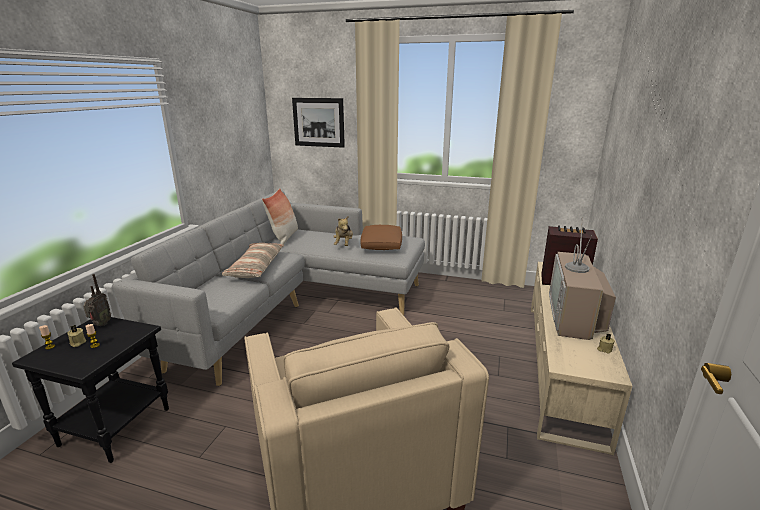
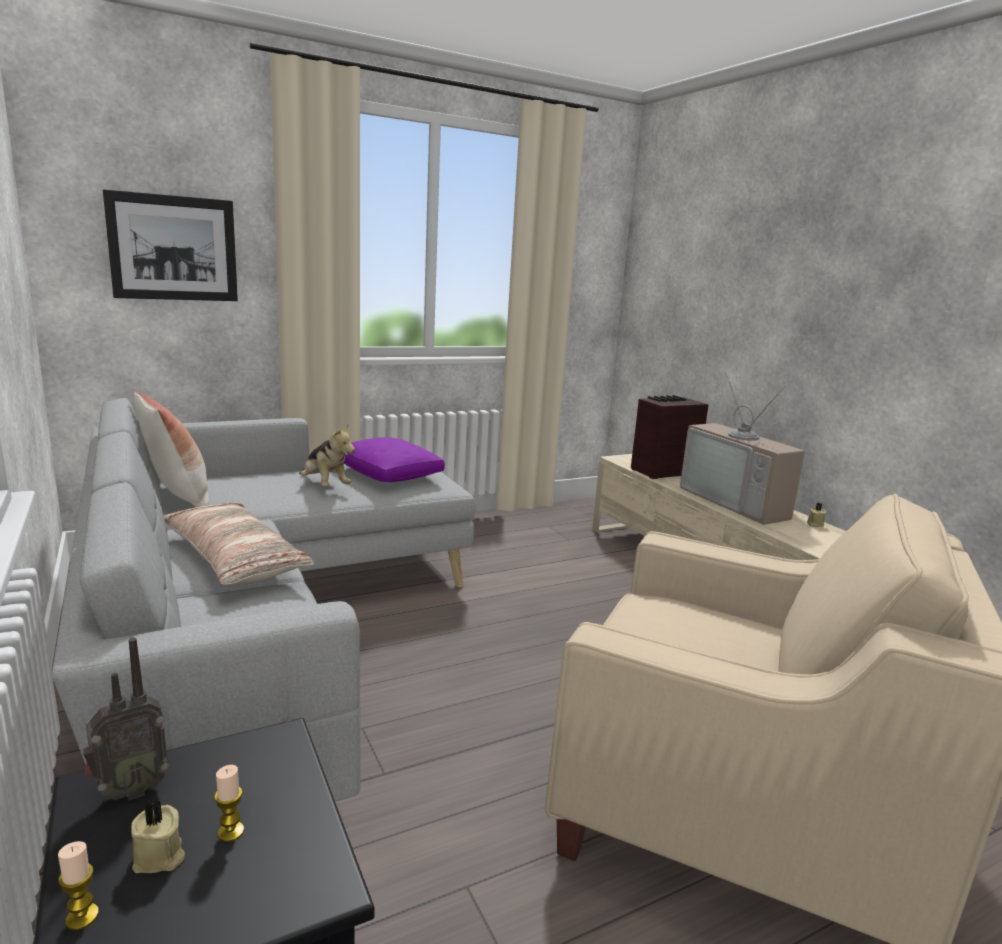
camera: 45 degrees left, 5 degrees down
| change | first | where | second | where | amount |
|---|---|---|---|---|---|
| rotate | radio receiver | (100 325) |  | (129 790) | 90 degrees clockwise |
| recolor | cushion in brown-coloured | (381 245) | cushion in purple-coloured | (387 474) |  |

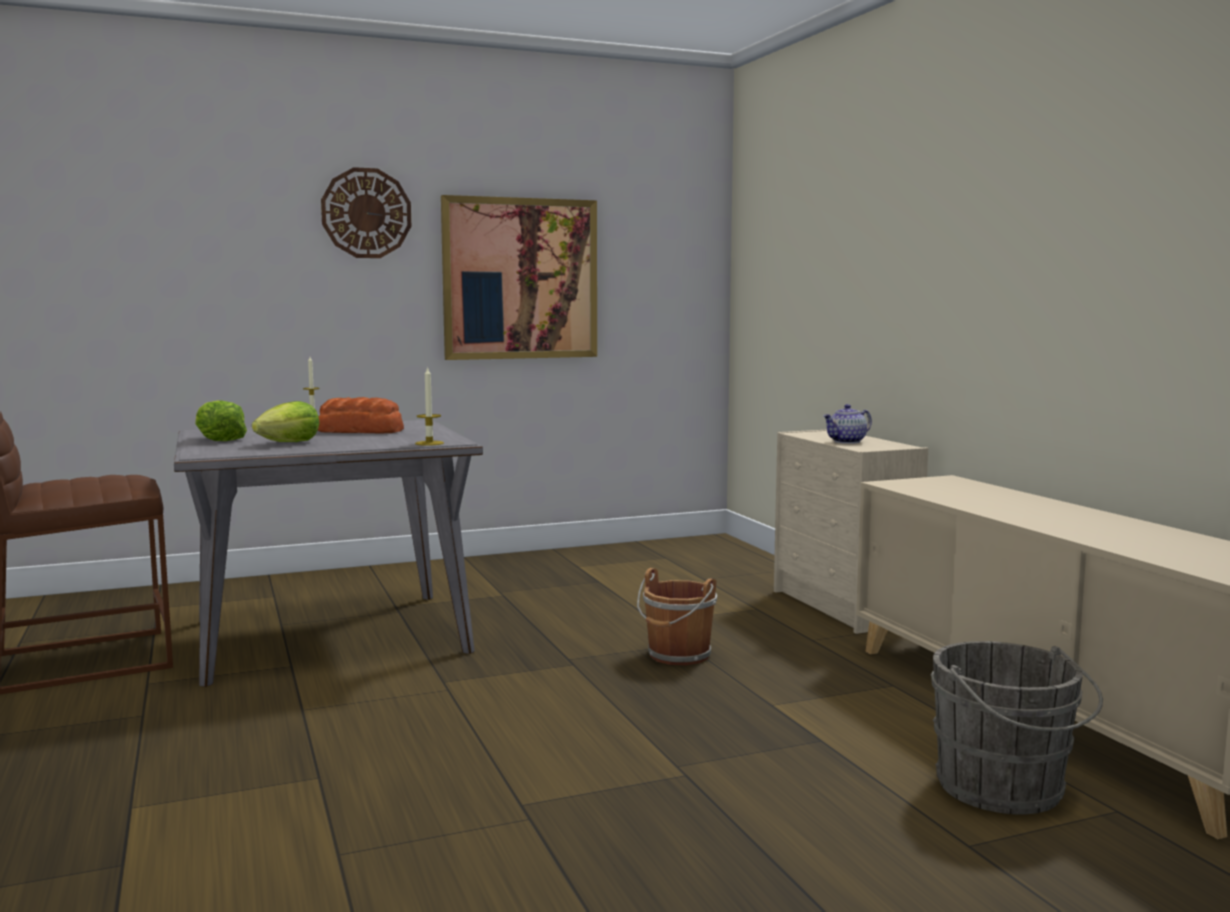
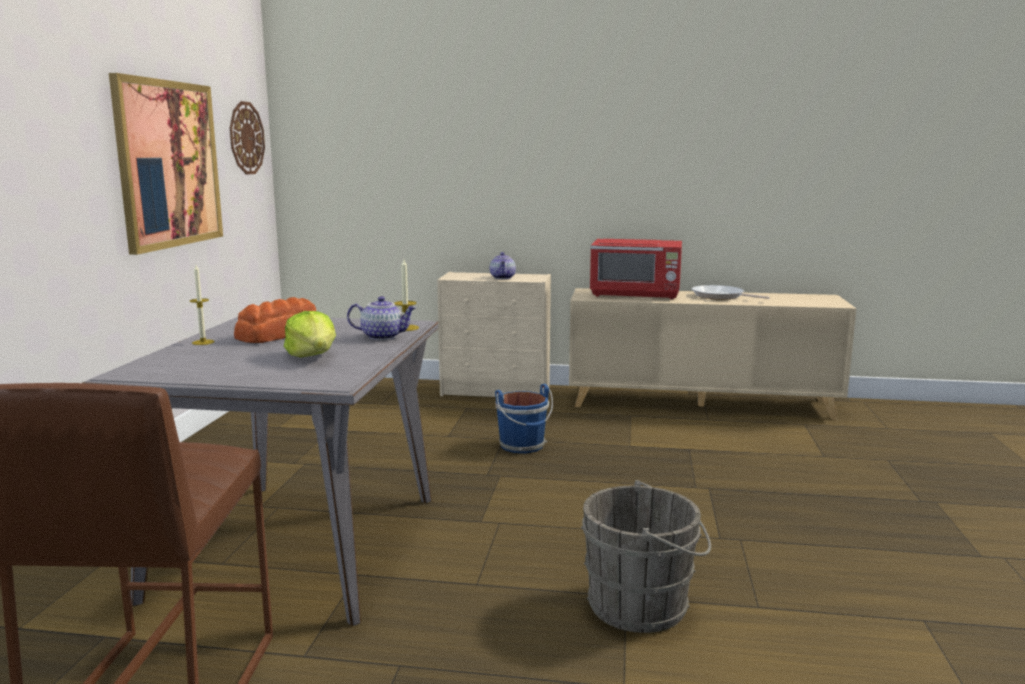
camera: 60 degrees left, 5 degrees up
| change | first | where | second | where | amount |
|---|---|---|---|---|---|
| delete | lettuce | (219 439) |  |  |  |
| move | clock on the wall | (366 213) |  | (246 138) |  |
| recolor | water bucket in brown-coloured | (678 656) | water bucket in bluish | (523 446) |  |
| move | water bucket in greyish | (1005 790) |  | (644 606) |  |
| insert |  |  | teapot | (383 337) |  |
| insert |  |  | microwave oven in red | (636 294) |  |
| insert |  |  | pan | (720 296) |  |

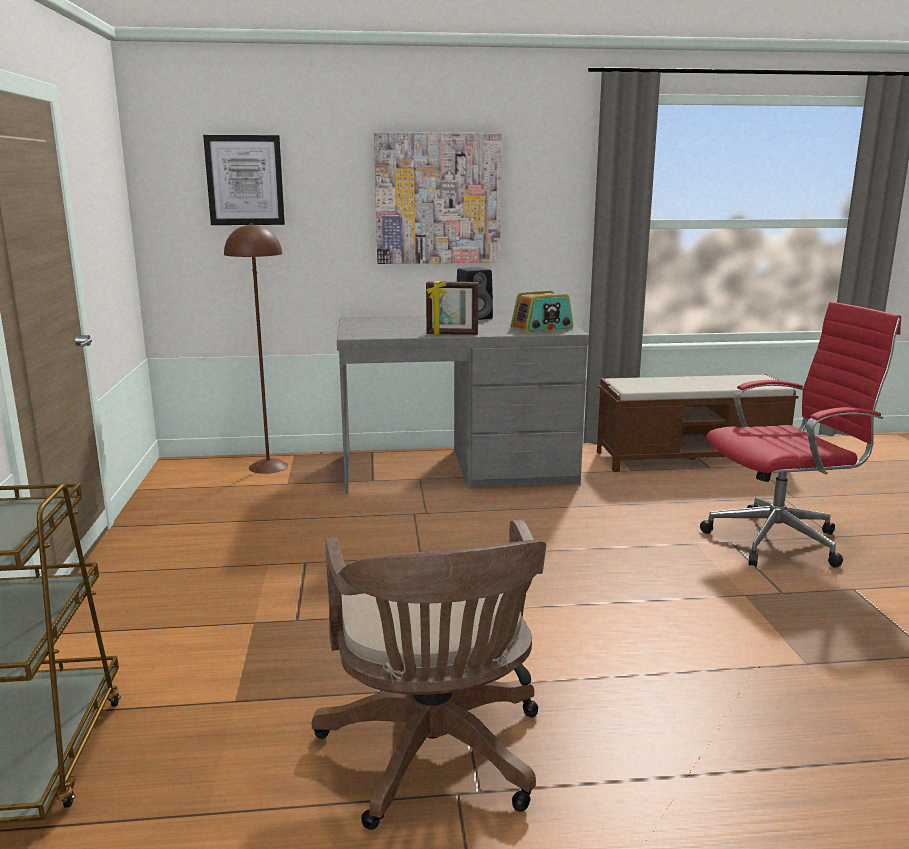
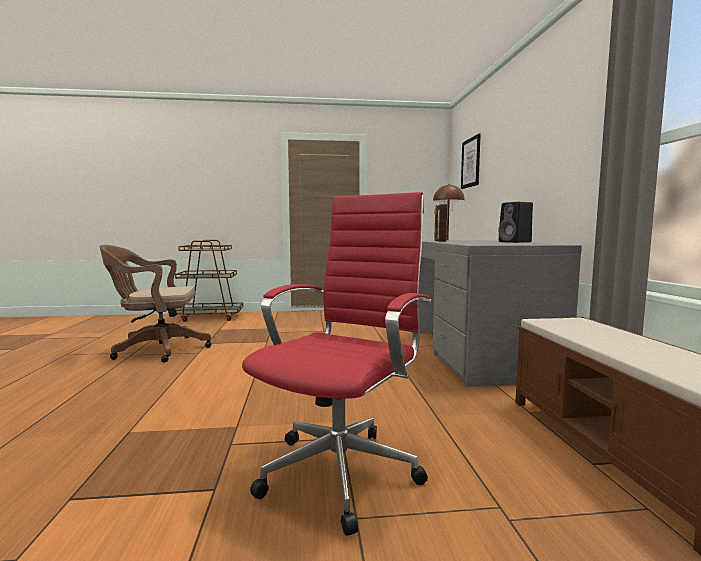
camera: 90 degrees right, 10 degrees down
| change | first | where | second | where | amount |
|---|---|---|---|---|---|
| delete | wall picture | (438 199) |  |  |  |
| delete | radio receiver | (542 328) |  |  |  |
| rotate | office chair in red | (780 540) |  | (343 469) | 135 degrees counterclockwise |

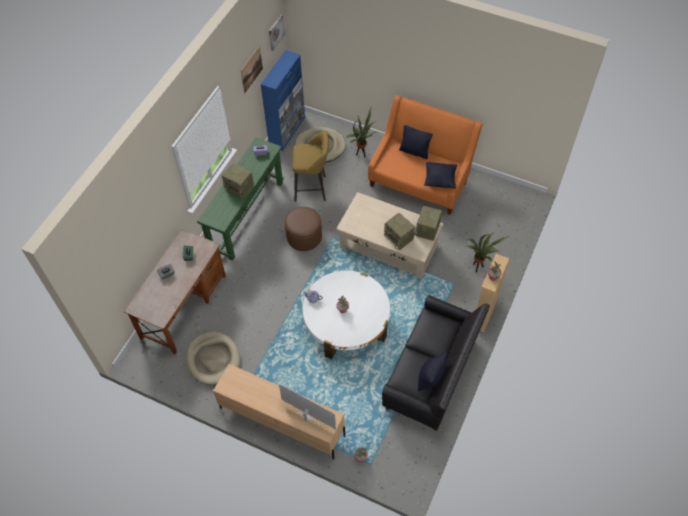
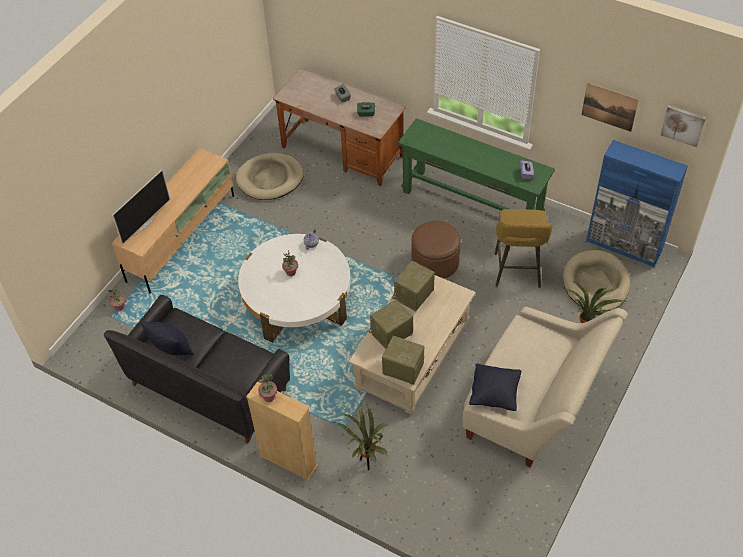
camera: 95 degrees right, 5 degrees down
| change | first | where | second | where | amount |
|---|---|---|---|---|---|
| move | radio receiver | (240 187) |  | (414 296) |  |
| recolor | sofa in orangey | (420 180) | sofa in sand-coloured | (535 405) |  |
| delete | cushion in black | (414 151) |  |  |  |

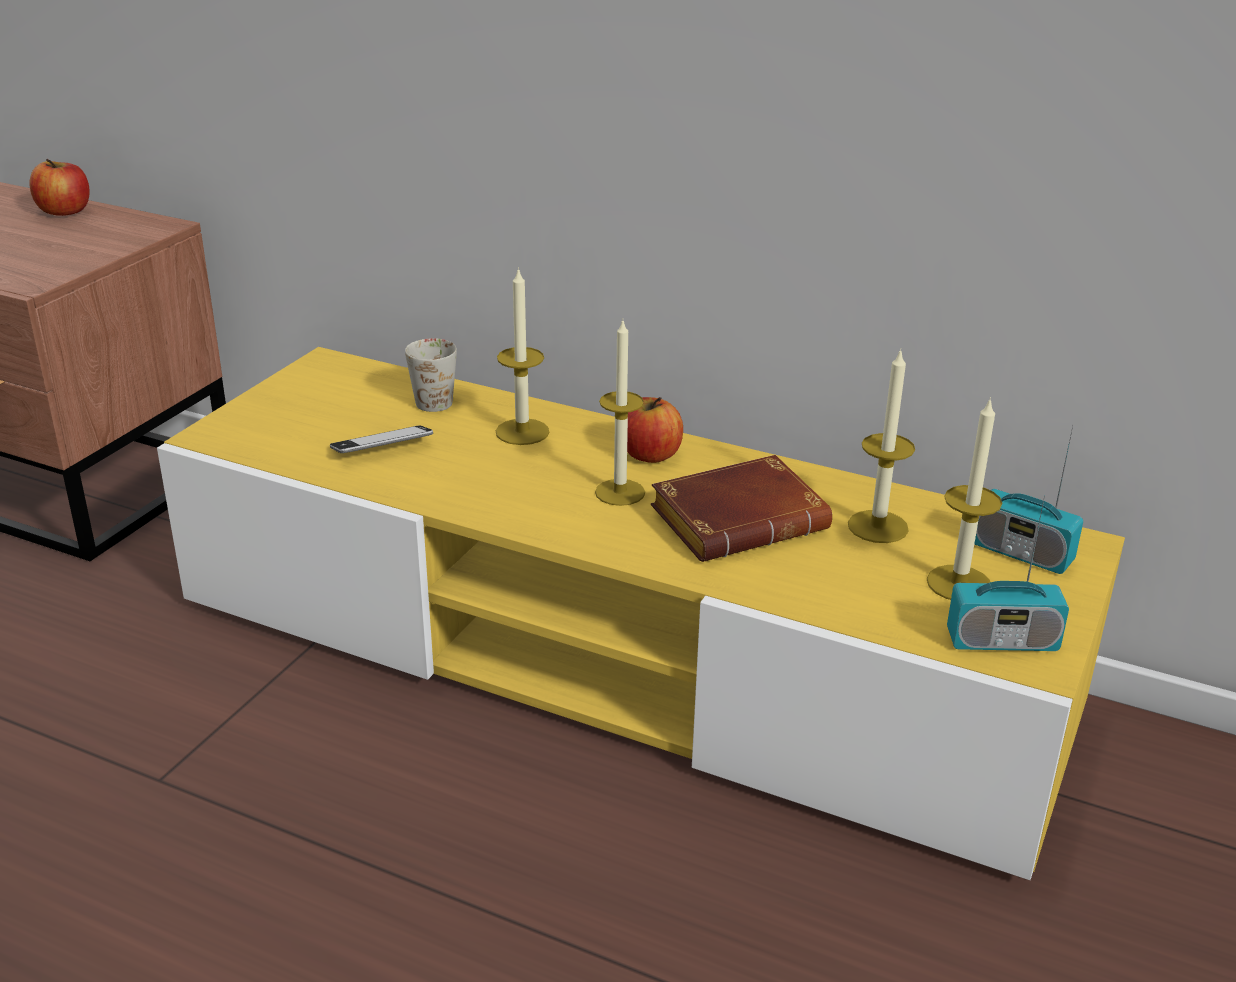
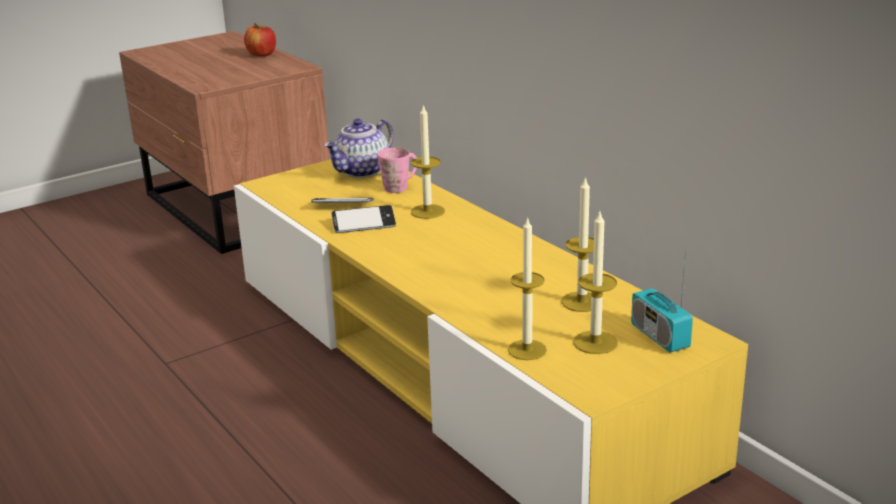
camera: 30 degrees right, 5 degrees down
| change | first | where | second | where | amount |
|---|---|---|---|---|---|
| recolor | tea mug in white | (438 398) | tea mug in pink | (401 186) |  |
| move | candle | (620 492) |  | (527 350) |  |
| delete | apple fruit | (650 454) |  |  |  |
| delete | bound book in brown-coloured | (740 519) |  |  |  |
| delete | radio receiver | (1002 641) |  |  |  |
| insert |  |  | teapot | (362 171) |  |
| insert |  |  | handset | (363 224) |  |

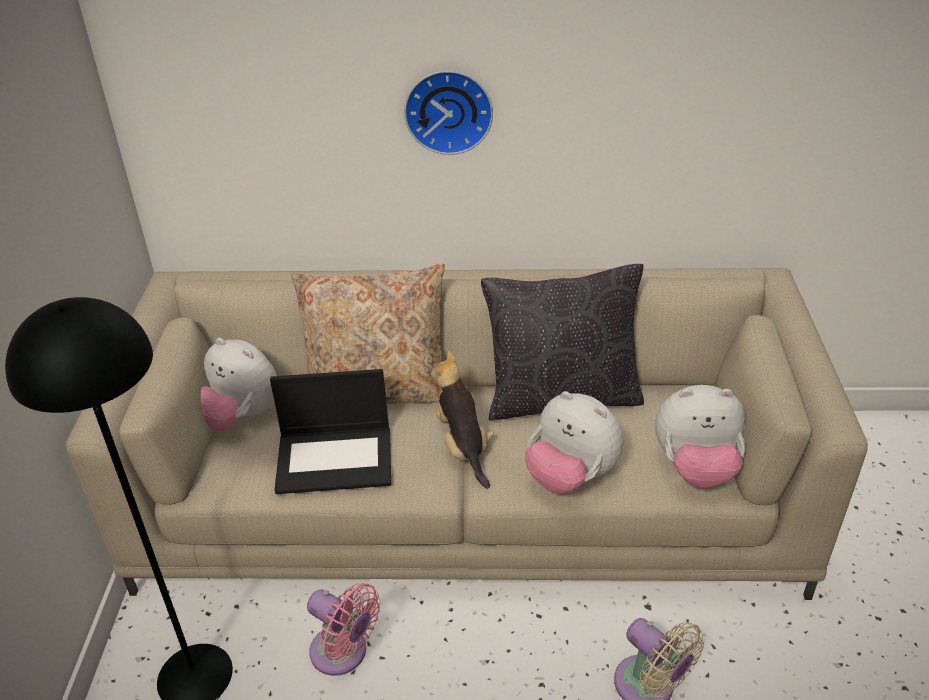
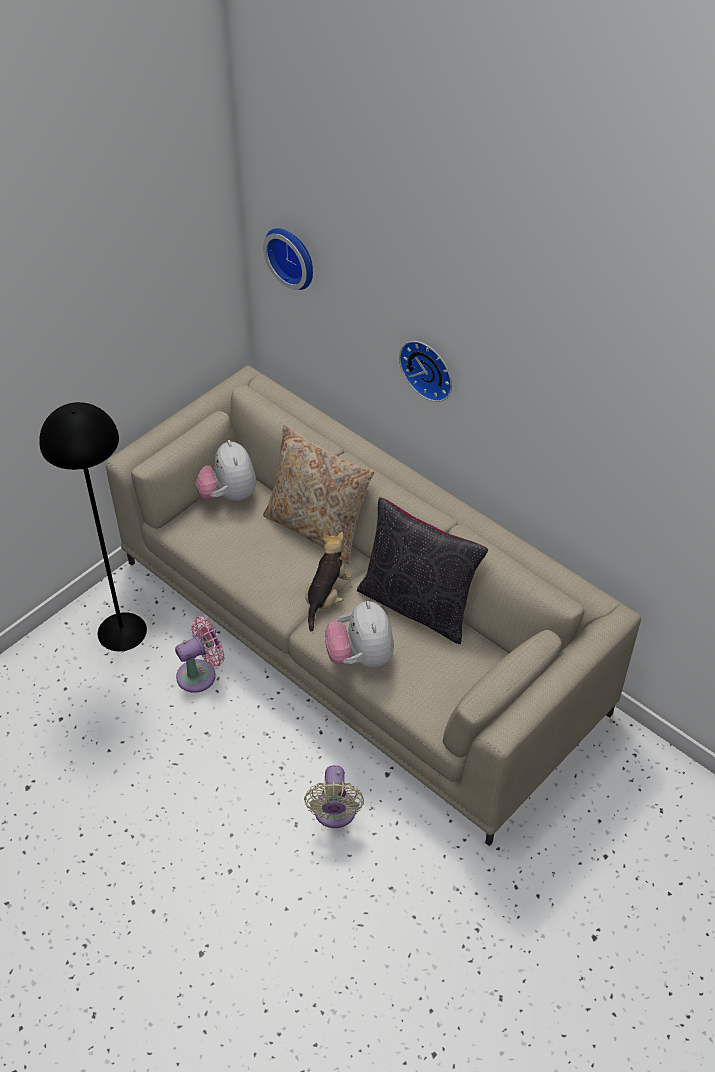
camera: 40 degrees right, 10 degrees up
| change | first | where | second | where | amount |
|---|---|---|---|---|---|
| delete | portable computer | (336 459) |  |  |  |
| rotate | cooling fan in pink | (343 654) |  | (200 674) | 105 degrees counterclockwise |
| delete | plush toy | (696 468) |  |  |  |
| insert |  |  | clock on the wall | (292 256) |  |

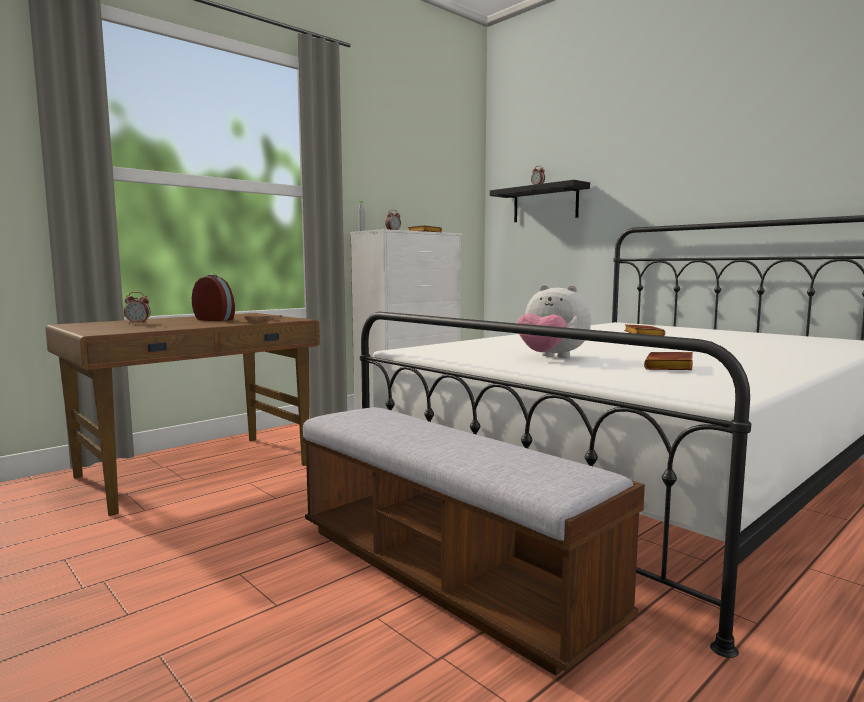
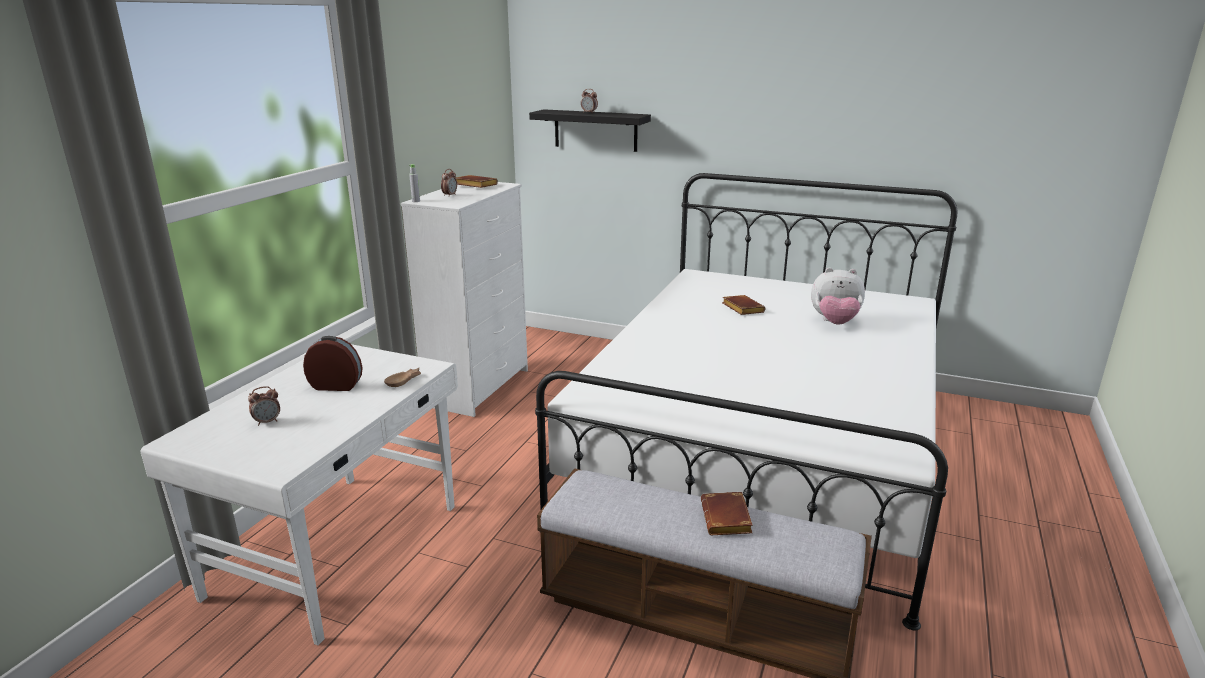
camera: 25 degrees left, 15 degrees up
| change | first | where | second | where | amount |
|---|---|---|---|---|---|
| recolor | desk table in brown-coloured | (197 471) | desk table in white | (340 549) |  |
| move | plush toy | (551 357) |  | (834 323) |  |
| move | bound book in brown-coloured | (671 368) |  | (728 519) |  |

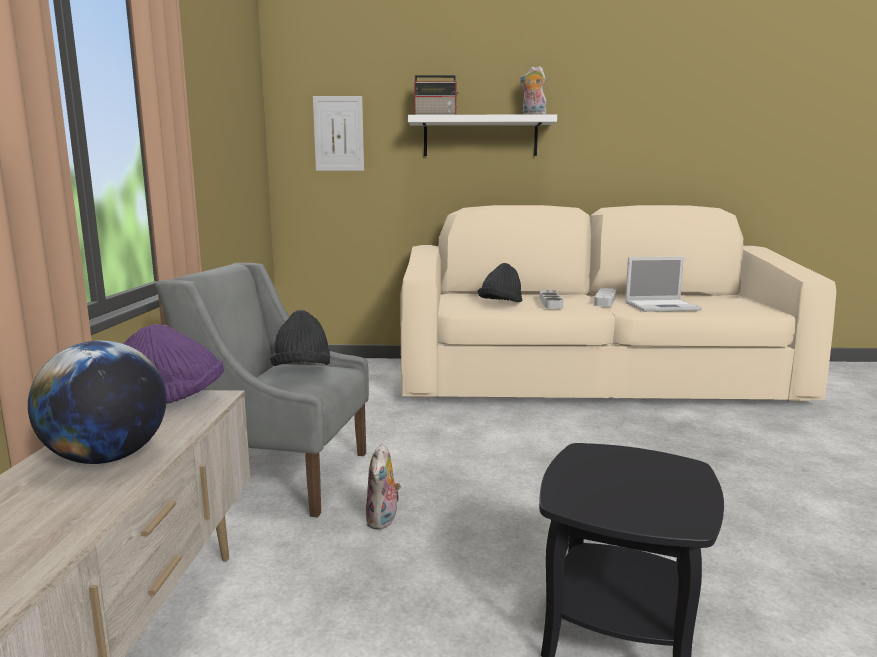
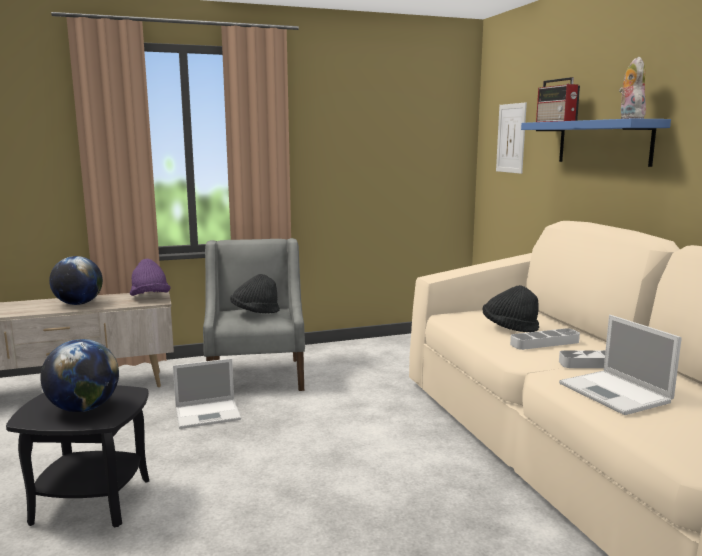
camera: 70 degrees right, 0 degrees up
| change | first | where | second | where | amount |
|---|---|---|---|---|---|
| replace | plush toy | (383 521) | portable computer | (209 413) |  |
| recolor | shelf in white | (480 137) | shelf in bluish | (603 142) |  |
| insert |  |  | globe | (84 408) |  |

